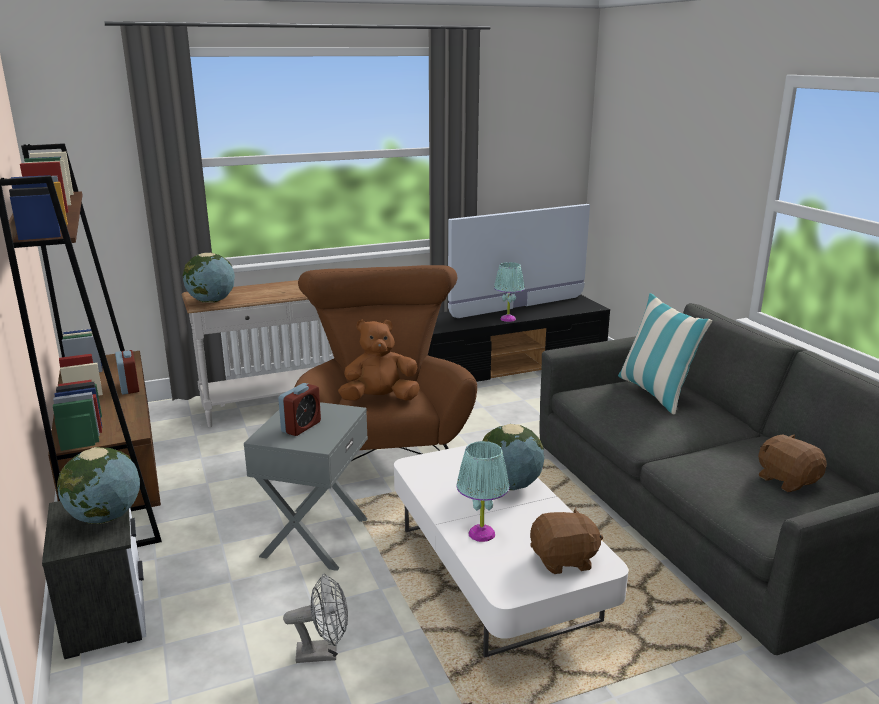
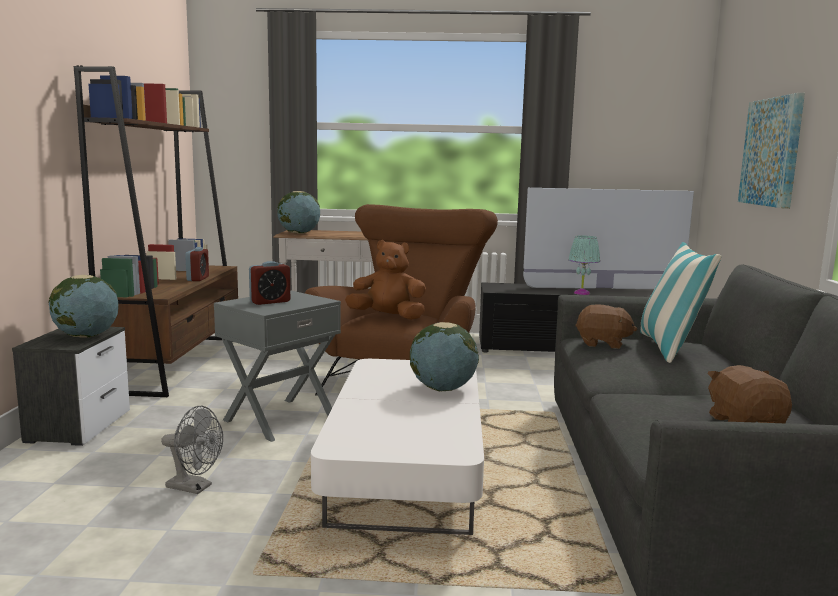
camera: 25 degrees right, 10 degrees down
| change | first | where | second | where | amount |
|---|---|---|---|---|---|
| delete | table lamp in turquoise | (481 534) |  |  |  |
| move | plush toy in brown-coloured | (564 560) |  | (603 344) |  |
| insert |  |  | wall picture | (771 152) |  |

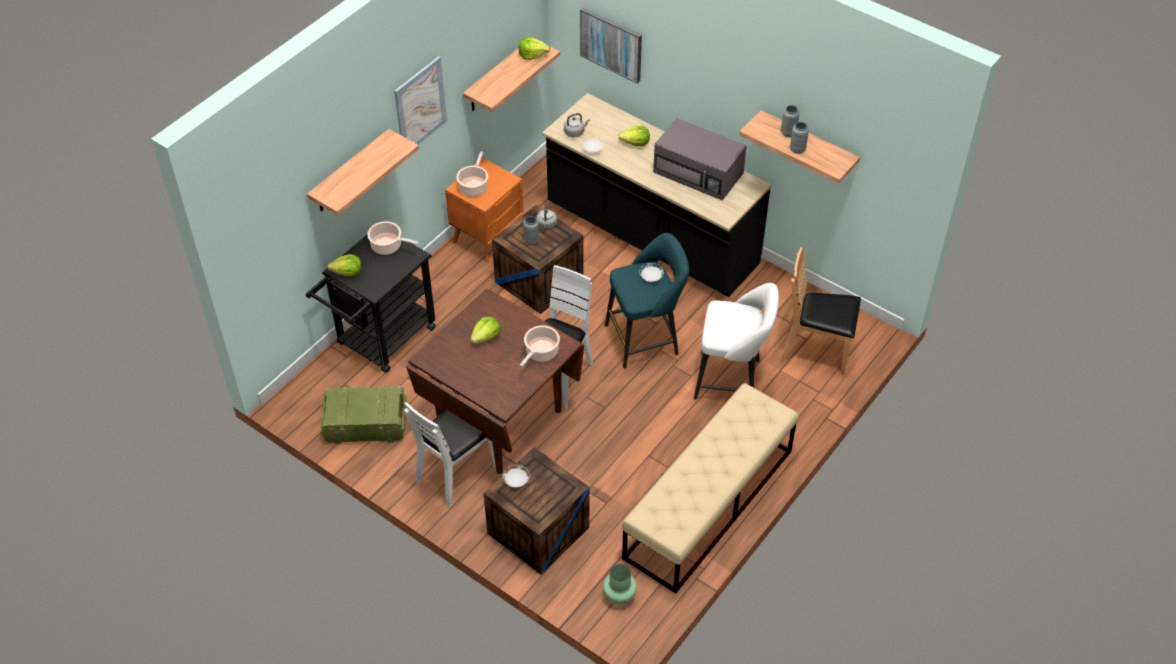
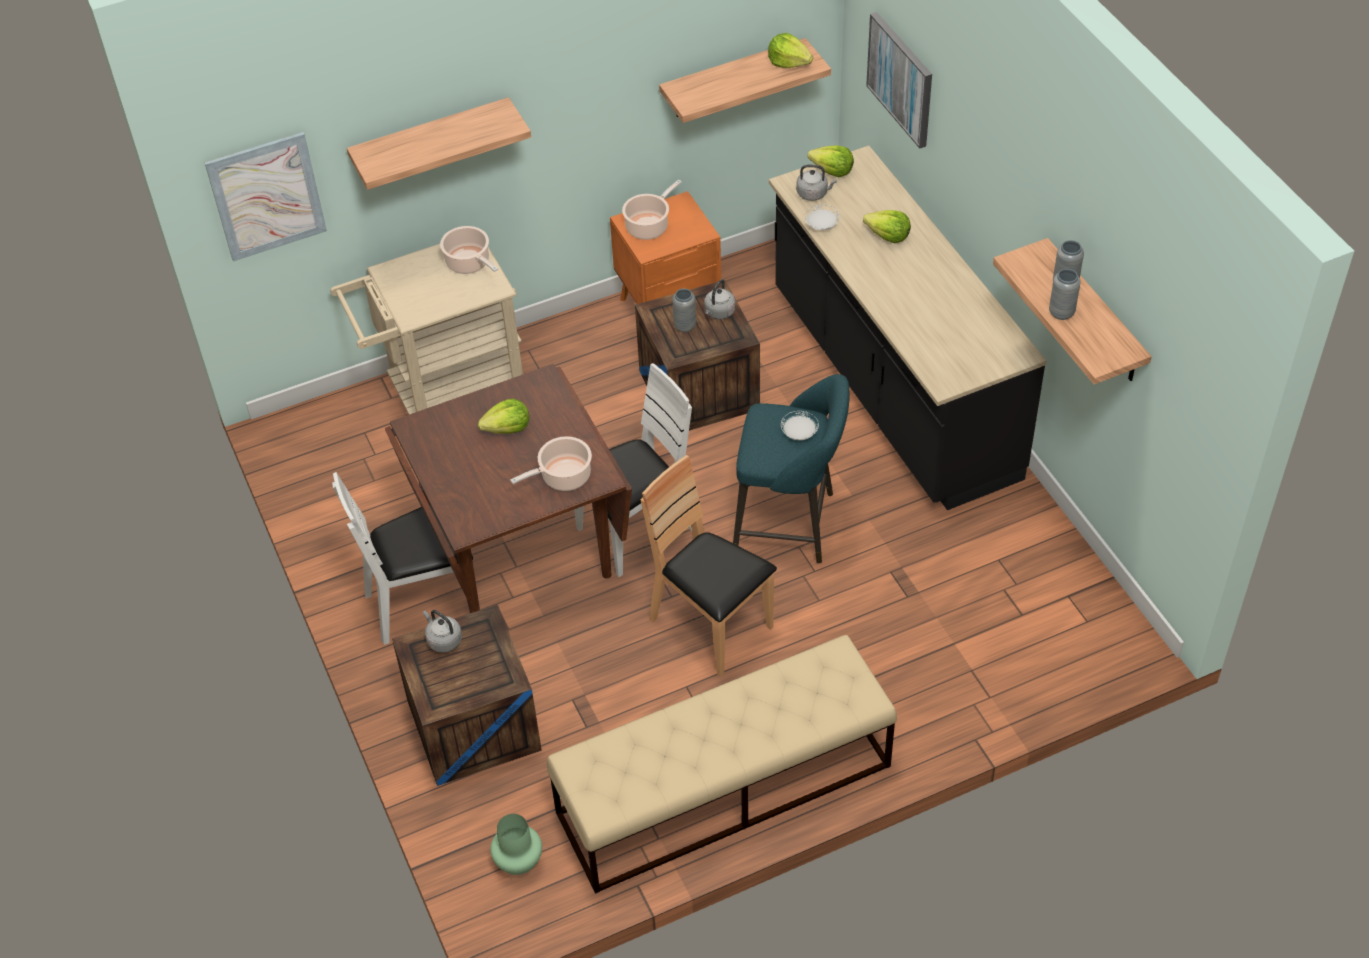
camera: 30 degrees right, 0 degrees up
| change | first | where | second | where | amount |
|---|---|---|---|---|---|
| recolor | wheeled cart in black | (381 341) | wheeled cart in sand-coloured | (445 394) |  |
| delete | crate | (367 424) |  |  |  |
| move | lettuce | (347 272) |  | (832 171) |  |
| move | wall picture | (420 106) |  | (267 196) |  |
| replace | dinner plate in white | (516 480) | tea kettle in greyish | (443 640) |  |
| delete | microwave oven in greyish | (699 173) |  |  |  |
| delete | sitting stool in white | (731 380) |  |  |  |
| move | plain chair in brown-coloured | (816 351) |  | (710 626) |  |

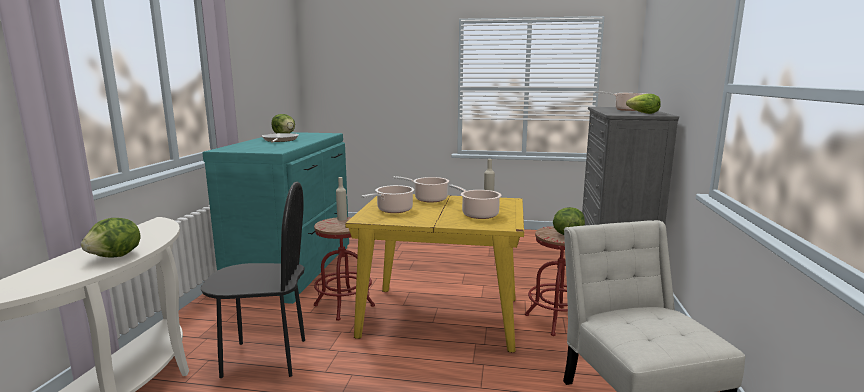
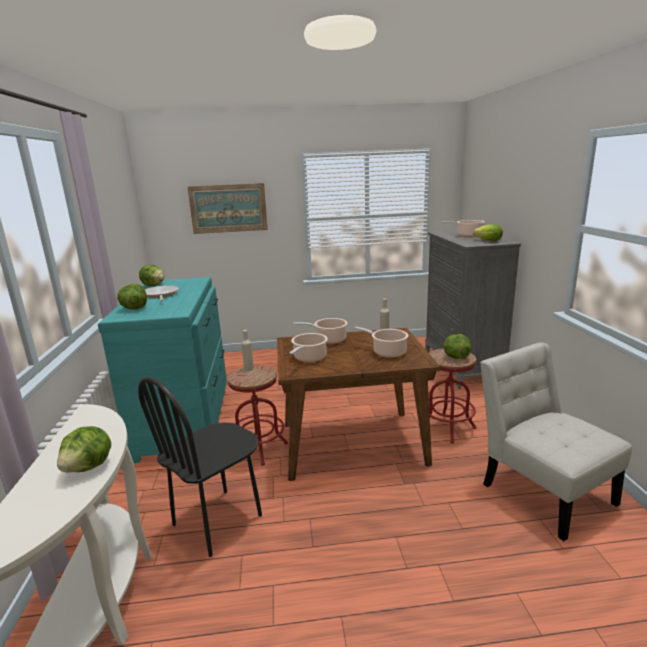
camera: 15 degrees left, 5 degrees up
| change | first | where | second | where | amount |
|---|---|---|---|---|---|
| rotate | plain chair in black | (264 358) |  | (218 520) | 150 degrees clockwise |
| recolor | dinner table in yellow-coloured | (442 317) | dinner table in brown-coloured | (353 443) |  |
| insert |  |  | lettuce | (134 308) |  |
| insert |  |  | wall picture | (228 208) |  |

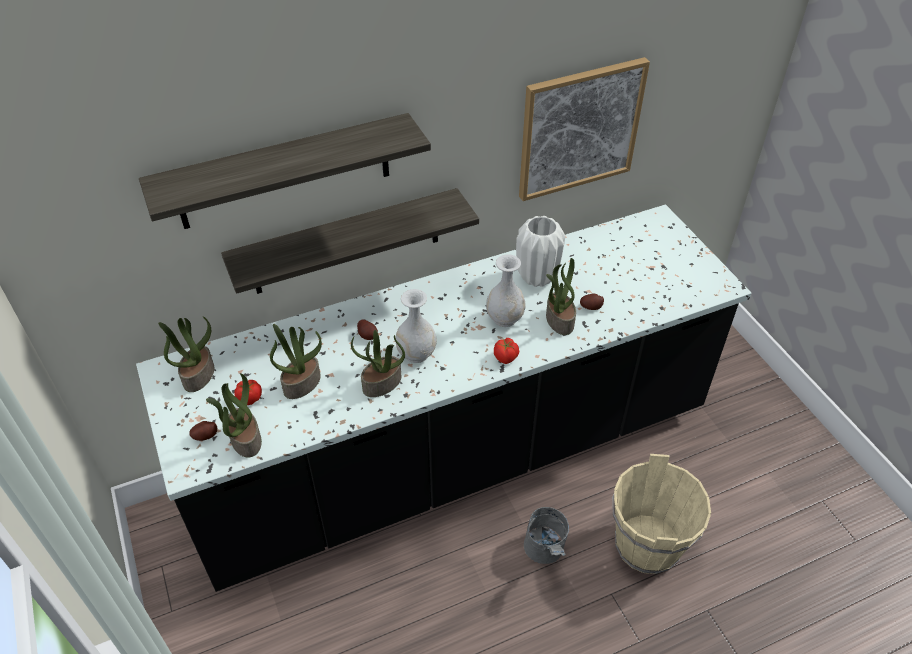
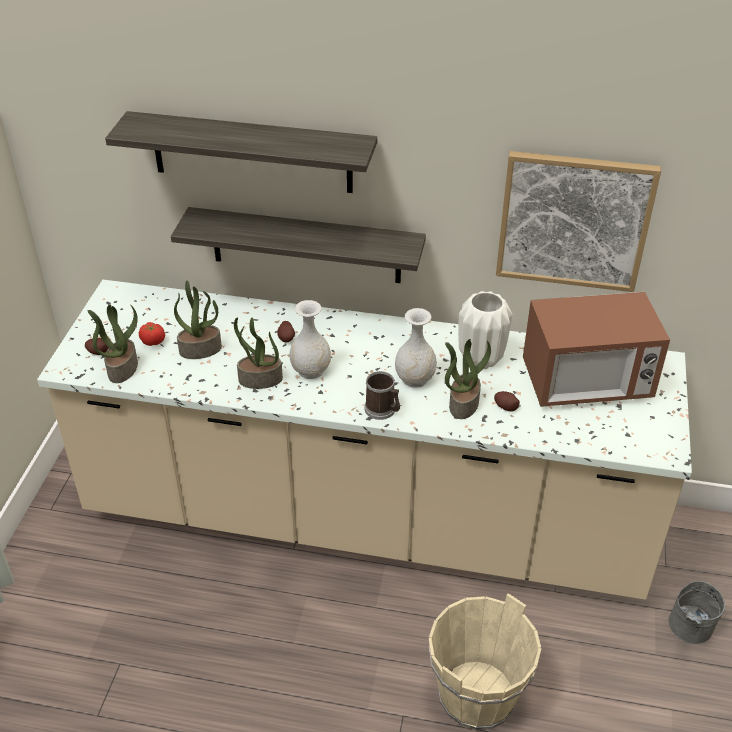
camera: 35 degrees right, 5 degrees down
| change | first | where | second | where | amount |
|---|---|---|---|---|---|
| recolor | counter in black | (456 457) | counter in sand-coloured | (365 518) |  |
| delete | houseplant | (198 375) |  |  |  |
| replace | whole tomato | (506 357) | tea mug | (383 410) |  |
| move | water bucket in greyish | (545 553) |  | (688 632) |  |
| insert |  |  | microwave oven | (586 383) |  |

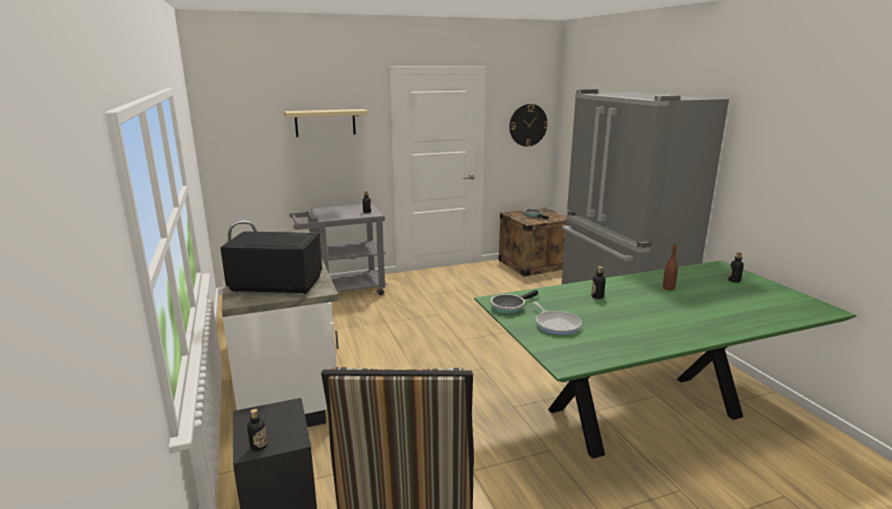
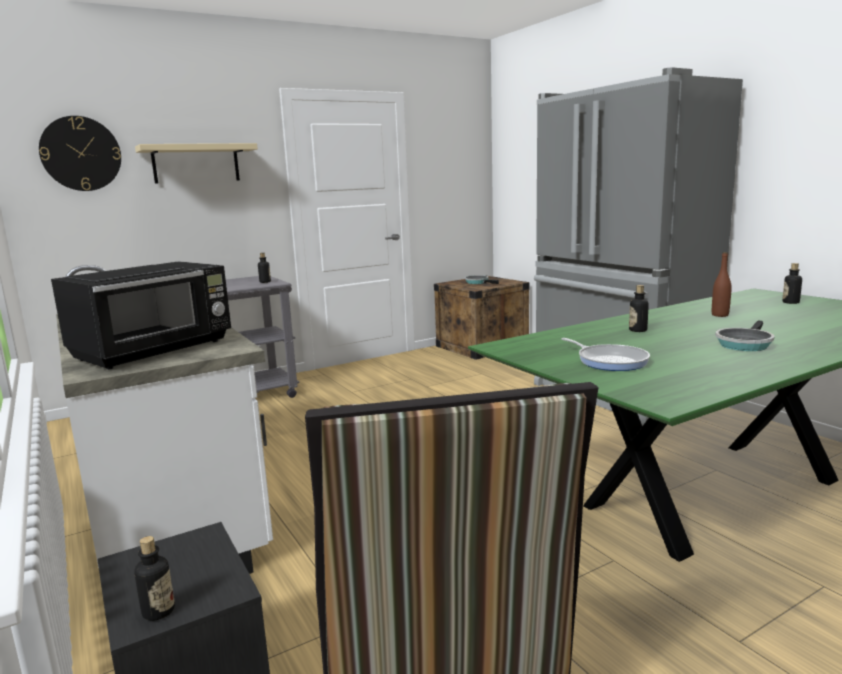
camera: 10 degrees left, 5 degrees down
| change | first | where | second | where | amount |
|---|---|---|---|---|---|
| rotate | microwave oven in black | (276 285) |  | (155 350) | 135 degrees clockwise |
| move | pan | (509 306) |  | (744 344) |  |
| move | clock on the wall | (528 125) |  | (81 154) |  |

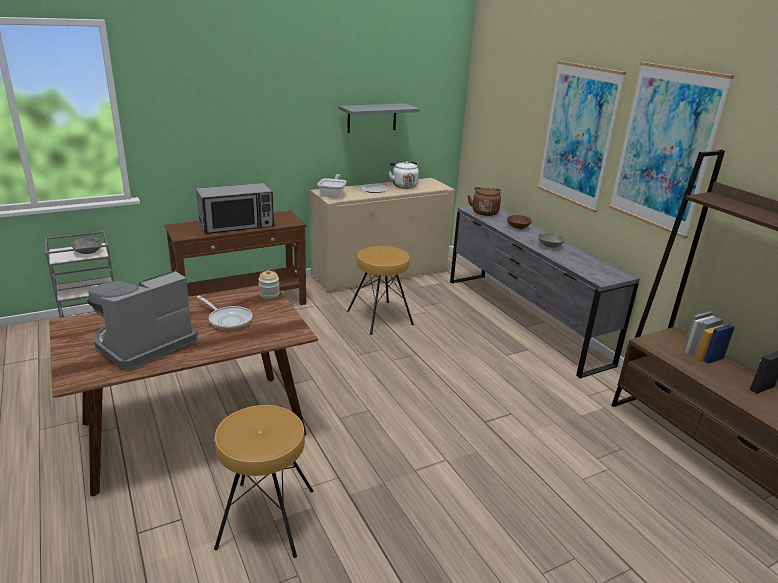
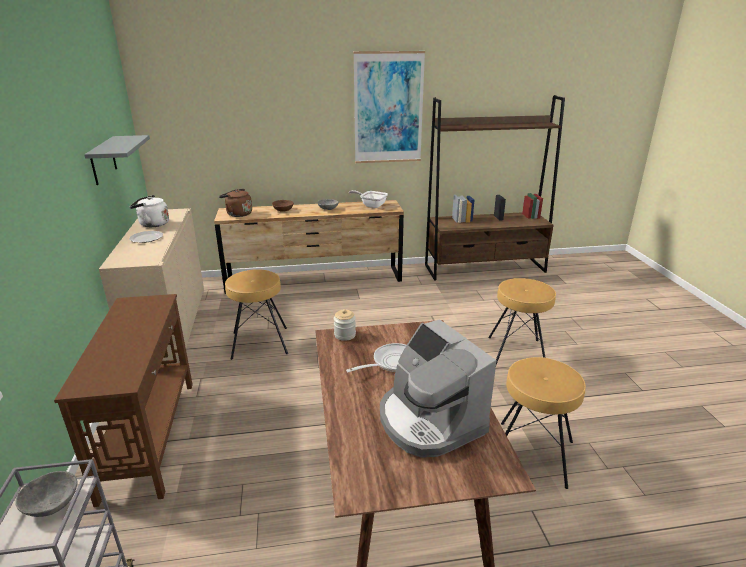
camera: 70 degrees left, 0 degrees up
| change | first | where | second | where | amount |
|---|---|---|---|---|---|
| delete | microwave oven | (237 225) |  |  |  |
| move | pan | (333 194) |  | (371 205) |  |
| recolor | chest of drawers in greyish | (523 319) | chest of drawers in brown-coloured | (314 279) |  |
| delete | wall picture | (578 135) |  |  |  |
| insert |  |  | sitting stool in brown-coloured | (517 353) |  |

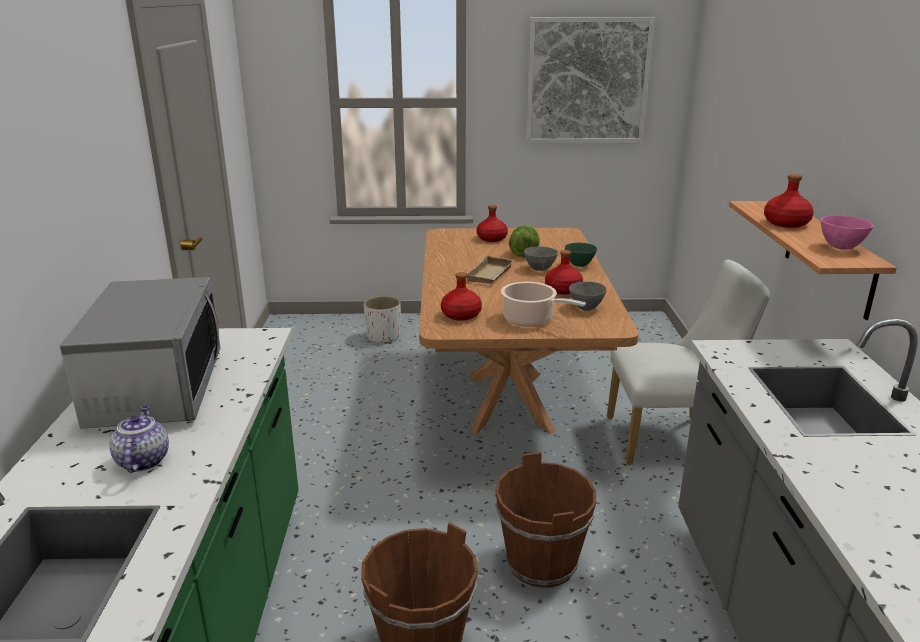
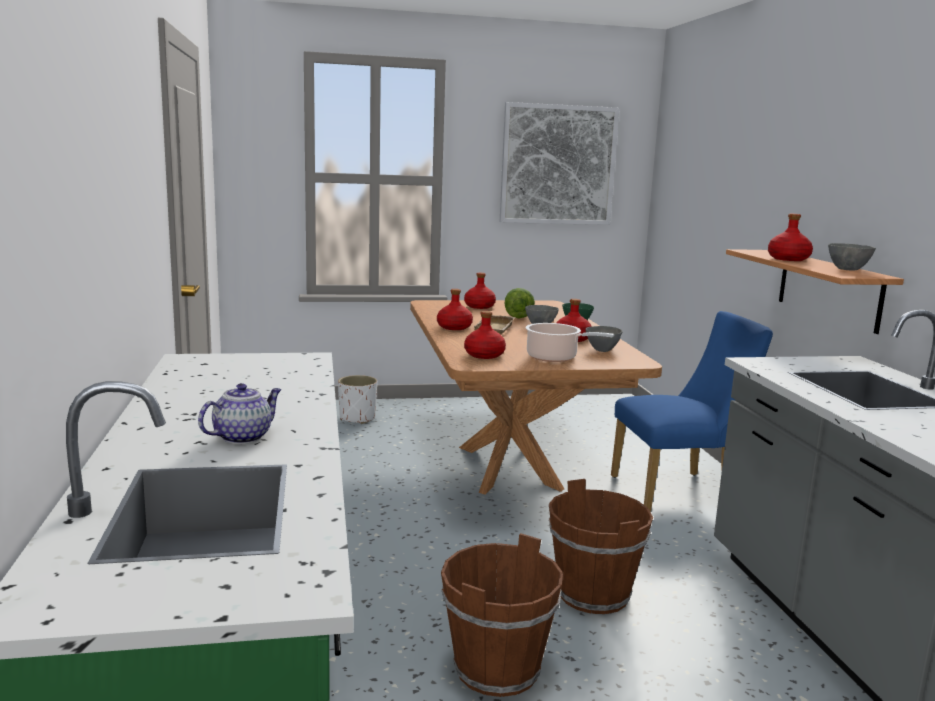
camera: 10 degrees left, 10 degrees down
| change | first | where | second | where | amount |
|---|---|---|---|---|---|
| delete | microwave oven | (156 389) |  |  |  |
| rotate | teapot | (142 460) |  | (243 437) | 60 degrees clockwise |
| recolor | plain chair in white | (671 439) | plain chair in bluish | (679 491) |  |
| recolor | bowl in pink | (841 247) | bowl in greyish | (848 269) |  |
| insert |  |  | beverage bottle in red | (454 327) |  |

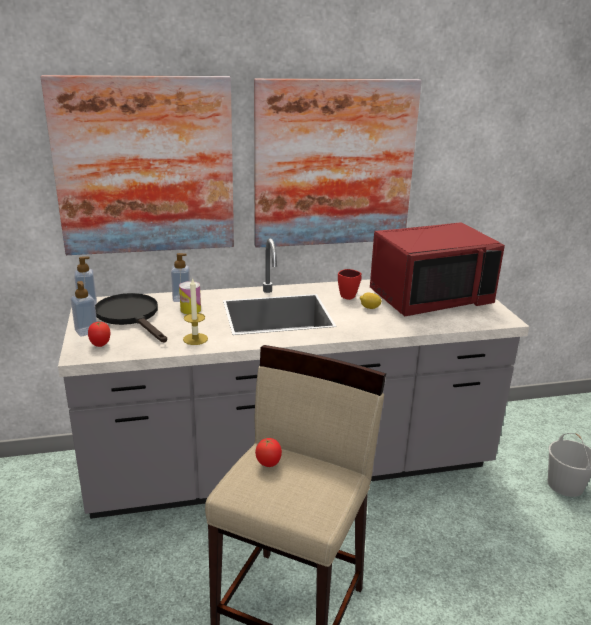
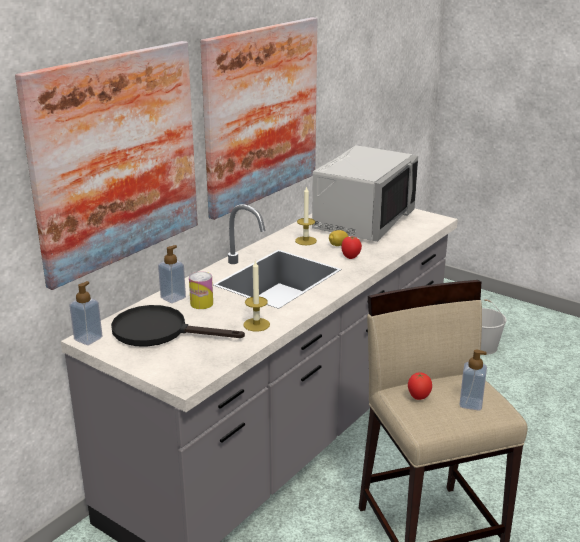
camera: 40 degrees left, 0 degrees up
| change | first | where | second | where | amount |
|---|---|---|---|---|---|
| move | soap bottle | (86 331) |  | (471 404) |  |
| move | whole tomato | (100 345) |  | (350 257) |  |
| replace | tea mug in red | (350 295) | candle | (305 241) |  |
| recolor | microwave oven in red | (429 297) | microwave oven in greyish | (362 221) |  |

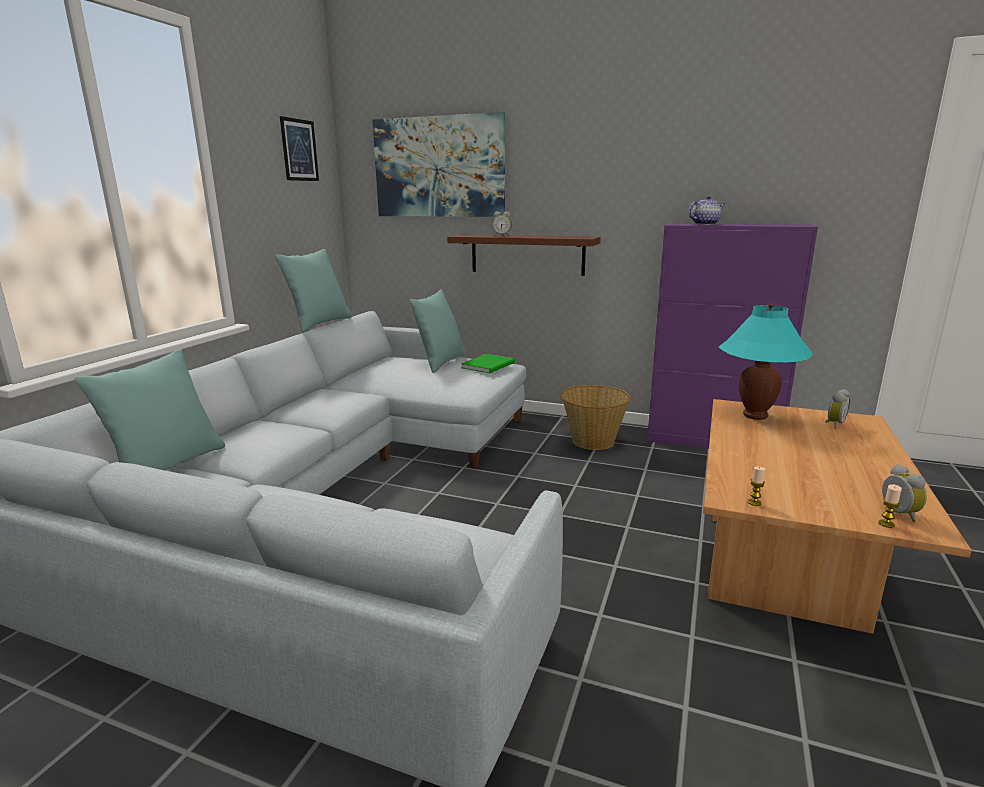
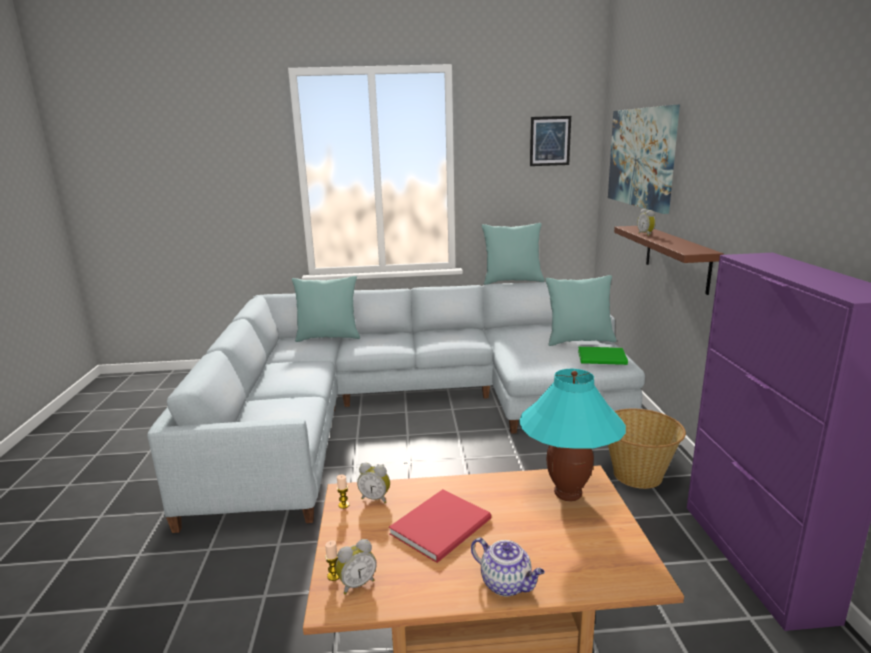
camera: 65 degrees right, 0 degrees up
| change | first | where | second | where | amount |
|---|---|---|---|---|---|
| move | teapot | (705 224) |  | (507 584) |  |
| move | alarm clock | (833 424) |  | (375 498) |  |
| insert |  |  | bound book in red | (444 526) |  |

